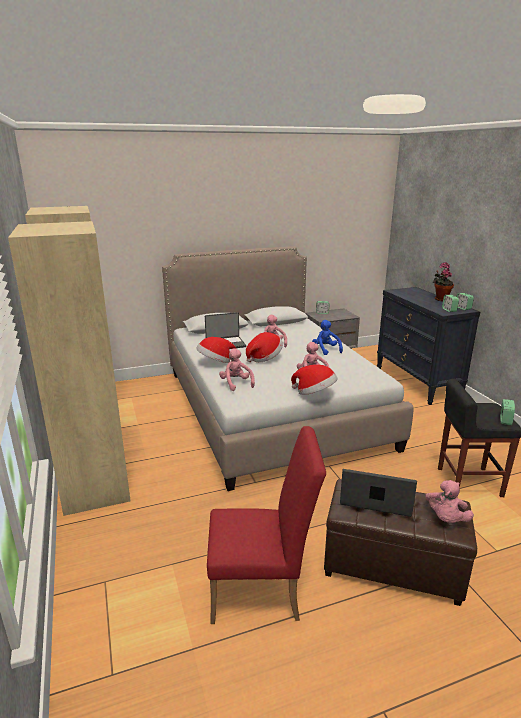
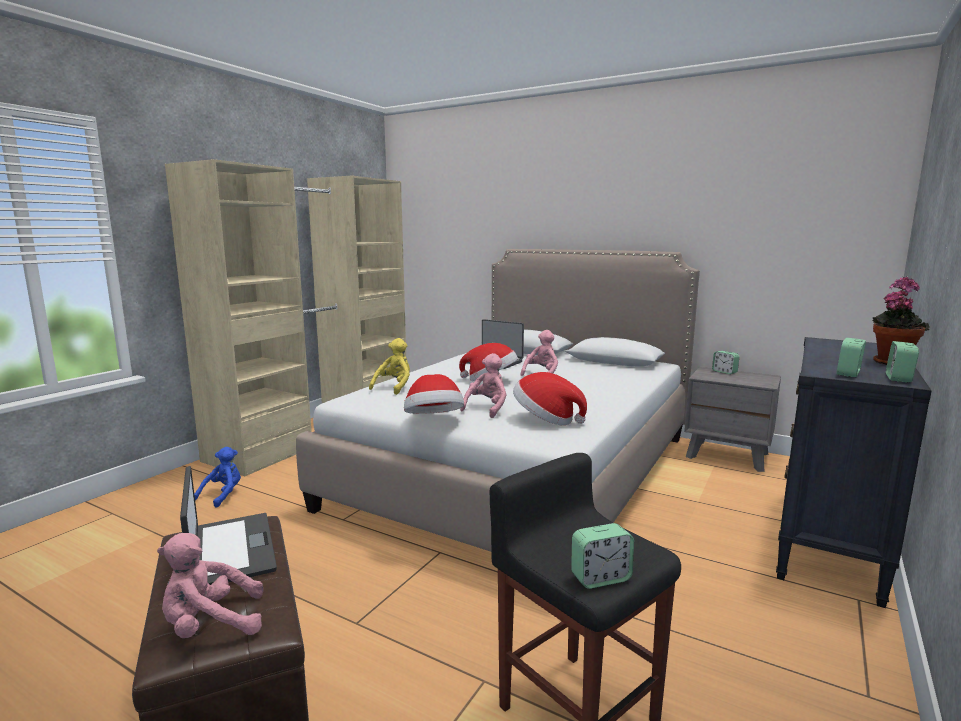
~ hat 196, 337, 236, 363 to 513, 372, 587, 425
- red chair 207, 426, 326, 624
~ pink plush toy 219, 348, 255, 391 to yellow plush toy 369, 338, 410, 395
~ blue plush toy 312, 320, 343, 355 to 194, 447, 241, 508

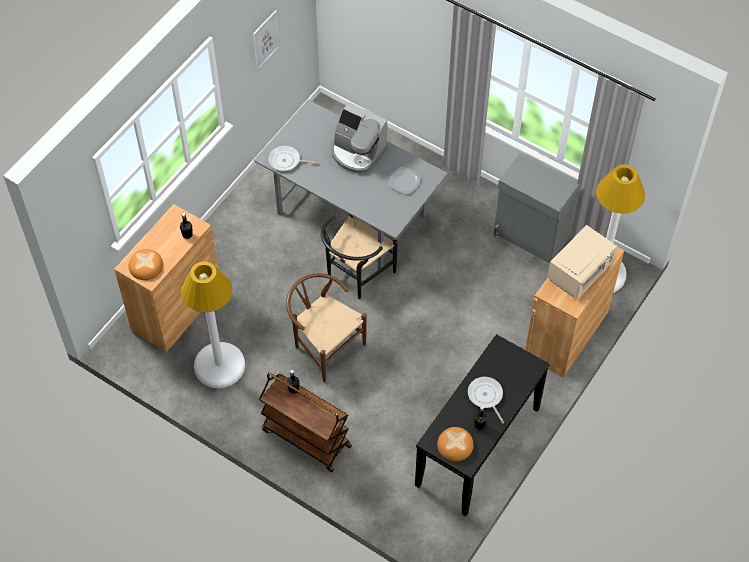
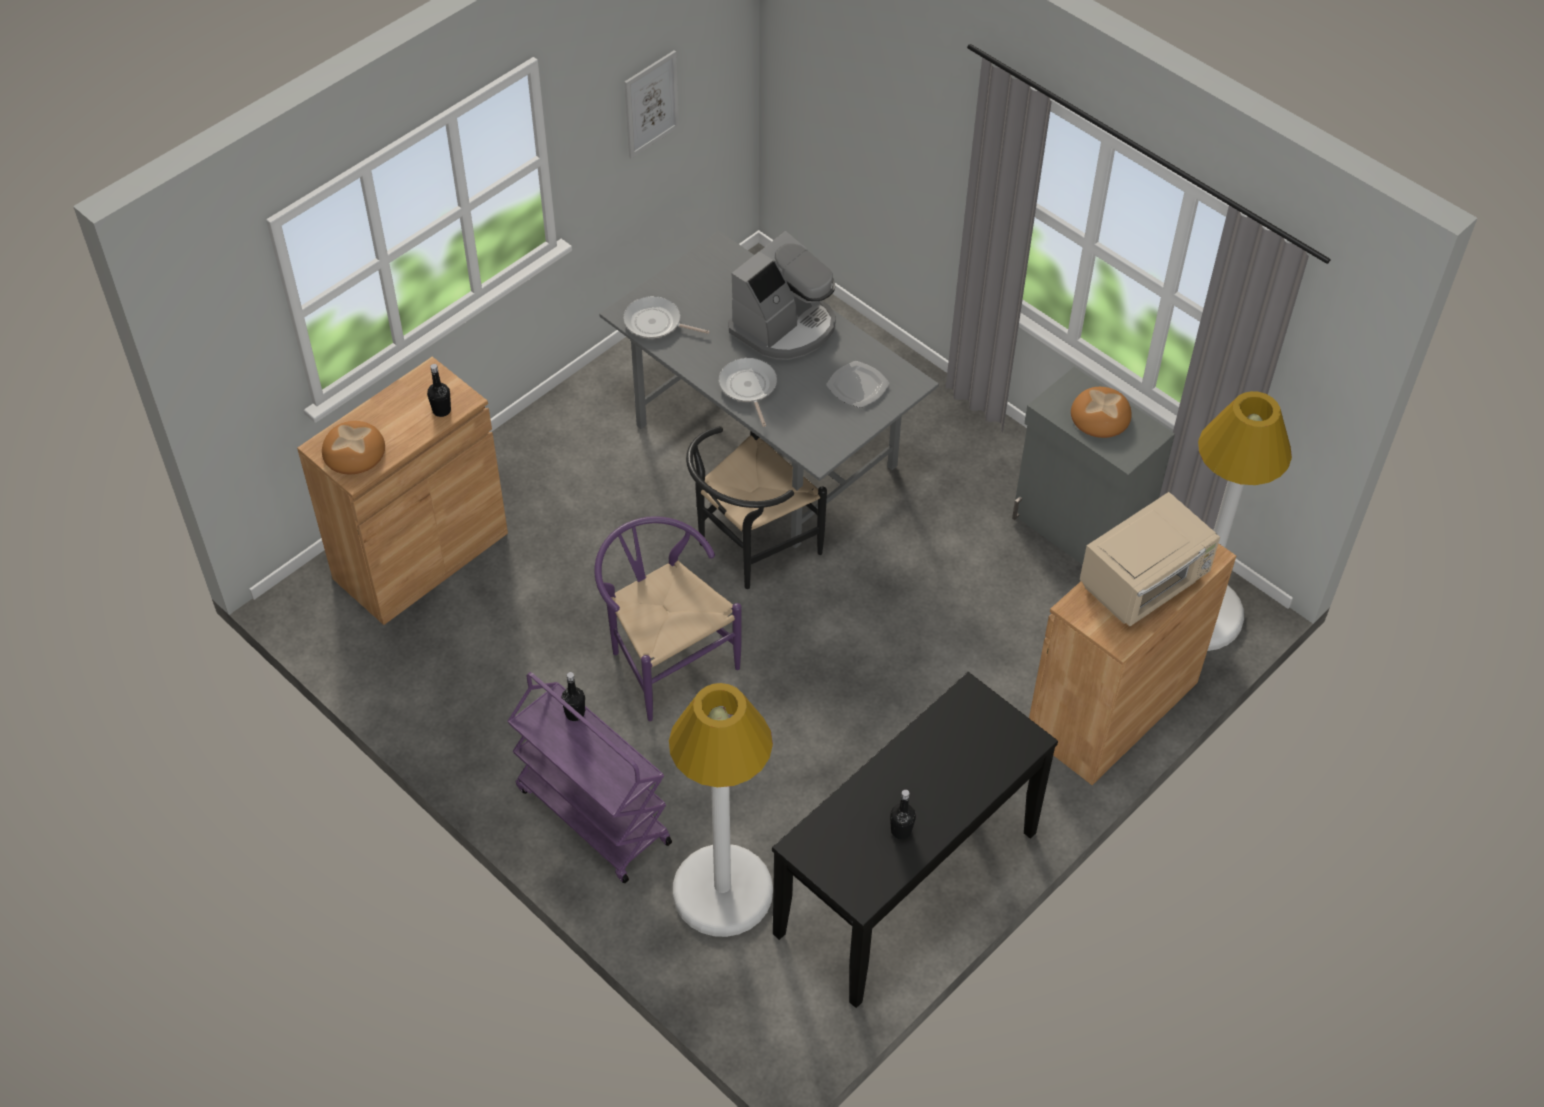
~ white floor lamp 181, 262, 245, 388 to 669, 683, 773, 937
~ brown cart 259, 373, 352, 472 to purple cart 507, 672, 672, 883
~ brown chair 286, 273, 367, 382 to purple chair 595, 516, 742, 721
~ coffee machine 331, 102, 388, 173 = 728, 231, 836, 360 90 degrees counterclockwise
~ bread 437, 427, 474, 462 to 1071, 387, 1132, 438
~ frying pan 468, 377, 504, 423 to 719, 358, 777, 427

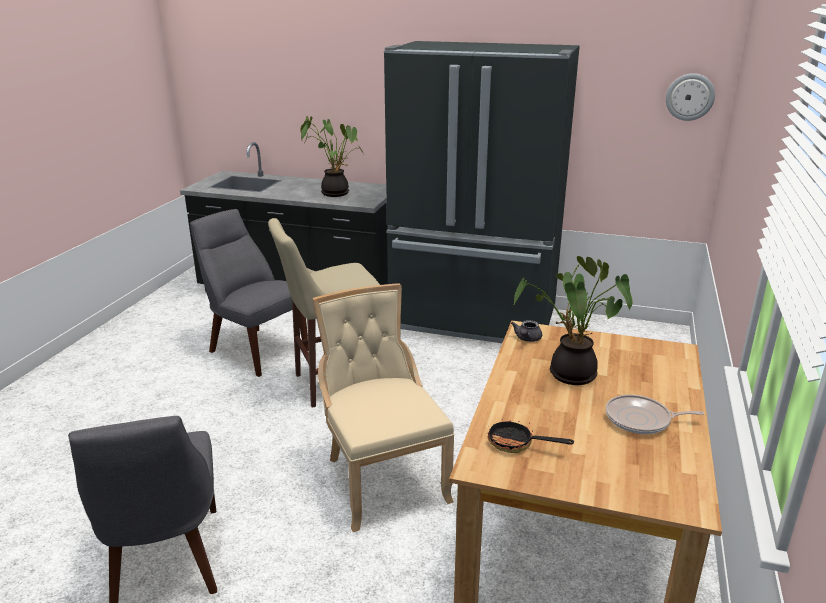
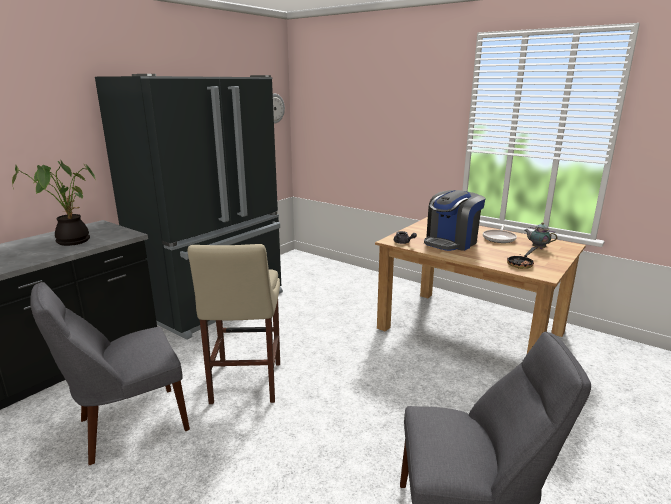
- beige chair 312, 283, 455, 532
~ potted plant 513, 256, 633, 385 to coffee machine 424, 190, 486, 251
+ teapot 525, 222, 557, 249

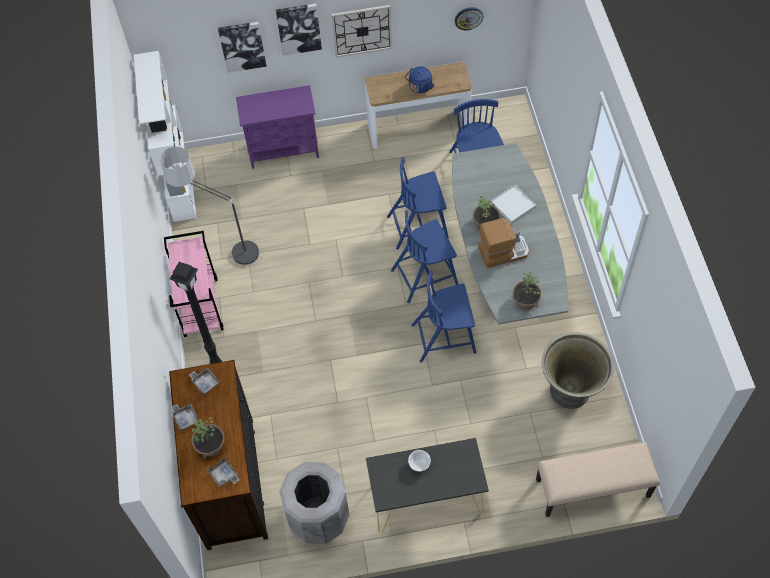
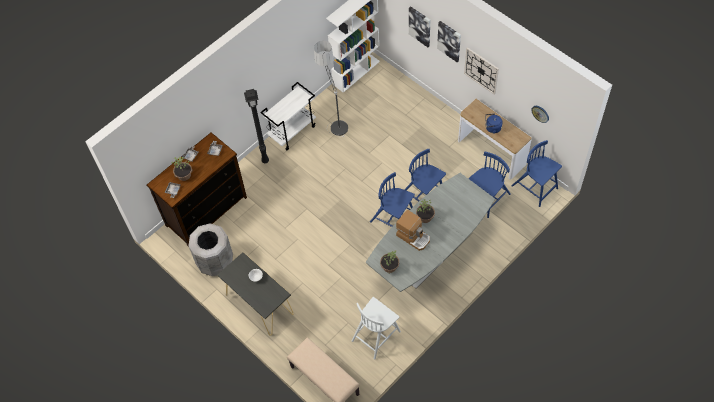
~ pink cart 164, 231, 223, 337 to white cart 260, 82, 316, 150
- purple cabinet 236, 85, 319, 169
~ blue chair 412, 270, 476, 363 to 511, 140, 562, 207
- white tray 491, 185, 536, 224
~ grey planter 542, 332, 614, 409 to white chair 351, 297, 401, 360

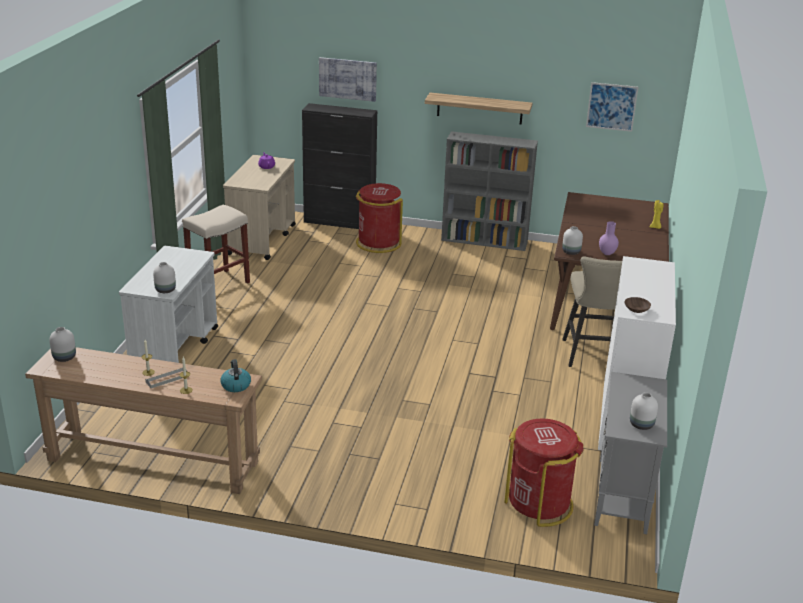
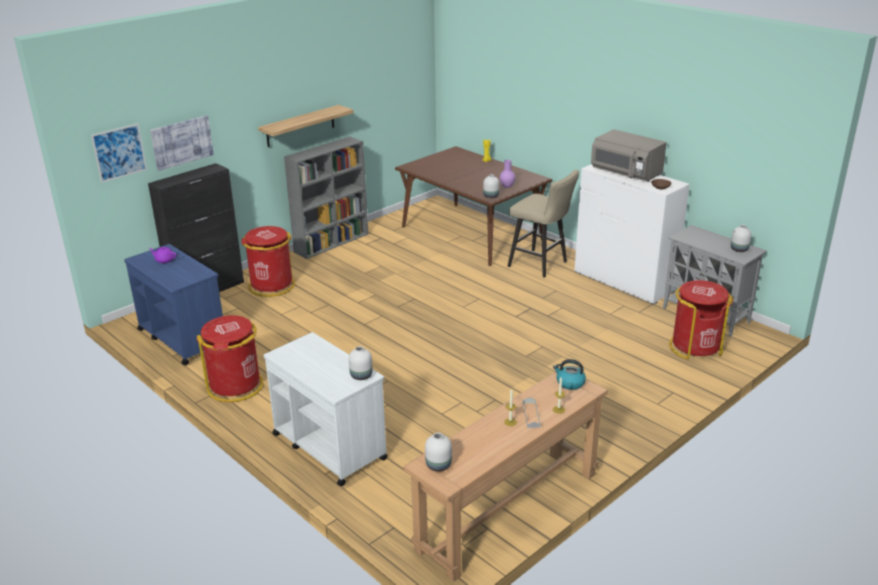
~ beige stool 182, 205, 250, 283 to red trash can 197, 315, 263, 402
~ beige cart 223, 155, 296, 260 to blue cart 124, 244, 223, 365
~ picture 586, 82, 638, 132 to 91, 123, 147, 183
+ grey microwave 591, 129, 667, 182

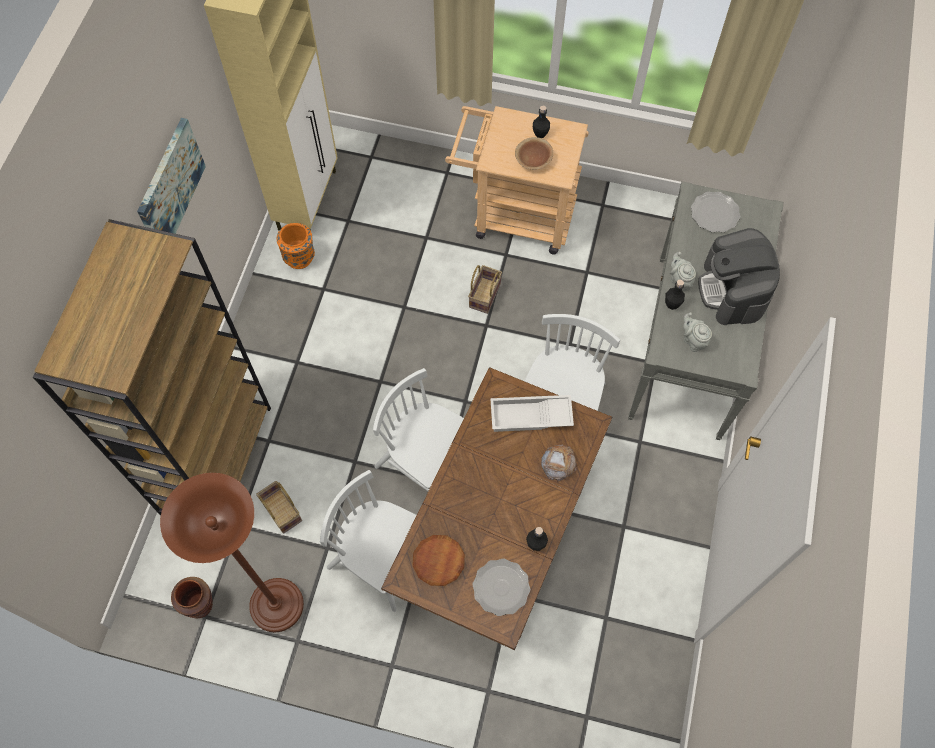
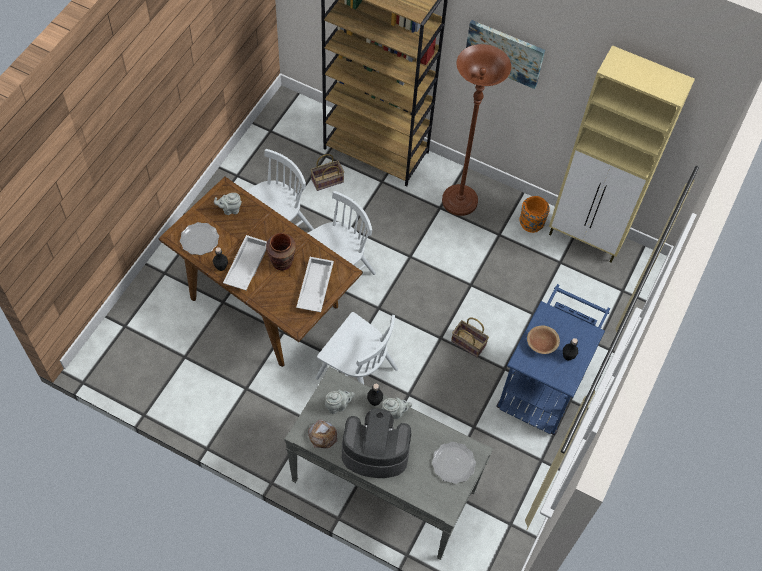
~ brown floor lamp 160, 473, 304, 632 to 442, 44, 511, 216
~ brown vase 171, 577, 213, 618 to 266, 233, 296, 271
~ brown plate 413, 535, 465, 586 to grey teapot 214, 193, 242, 215
~ beige cart 445, 106, 589, 255 to blue cart 497, 284, 610, 435
~ bread 541, 444, 577, 482 to 308, 419, 337, 448
+ white tray 223, 235, 267, 290

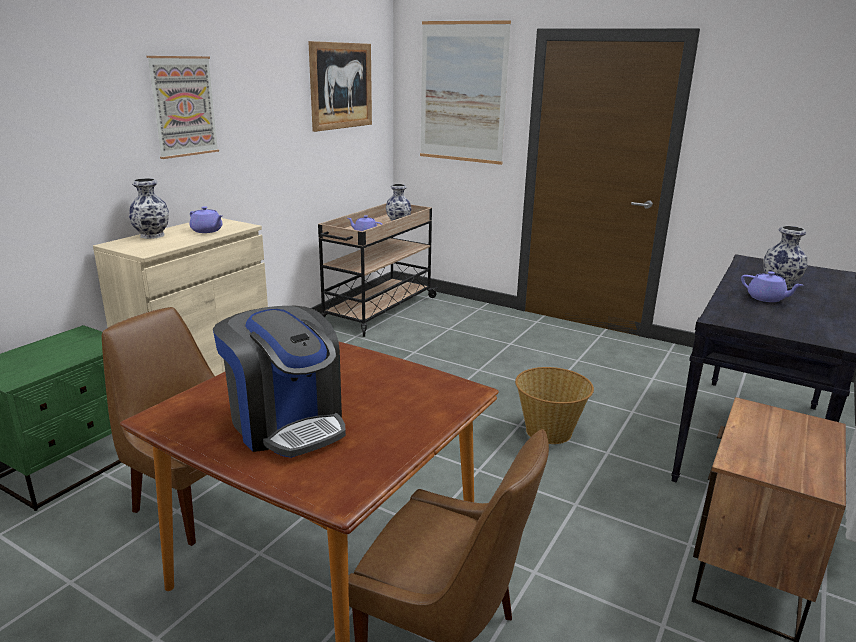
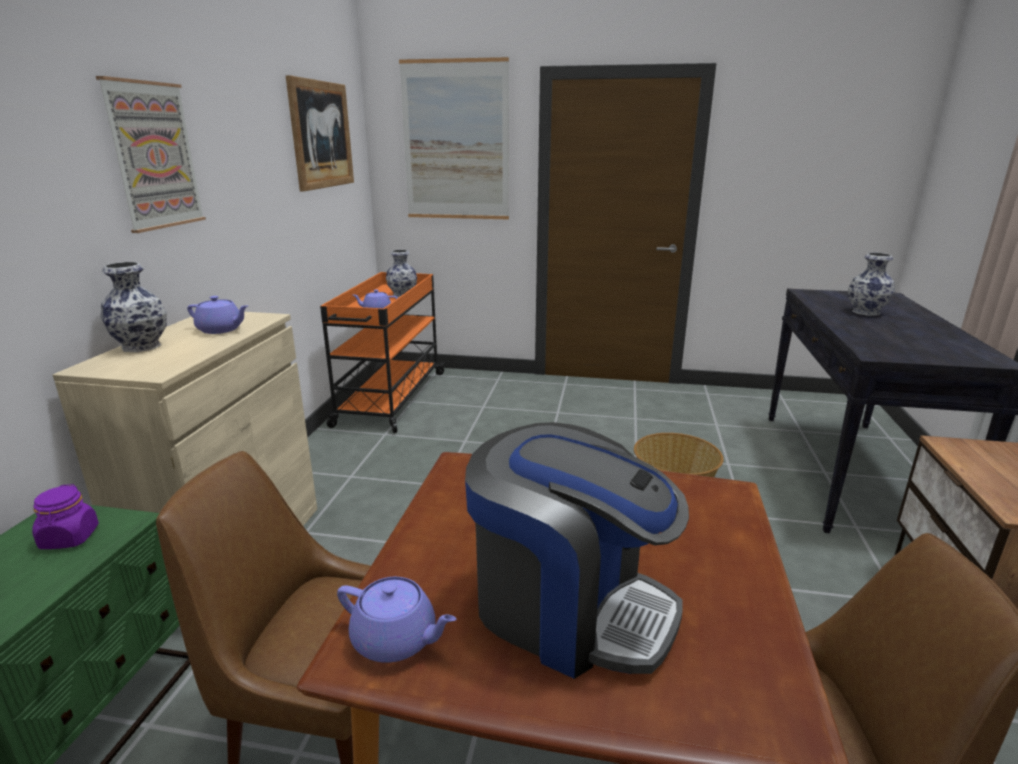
~ beige cart 318, 203, 438, 337 to orange cart 320, 272, 445, 433
~ purple teapot 741, 271, 803, 302 to 337, 577, 456, 663
+ purple jar 32, 484, 99, 549

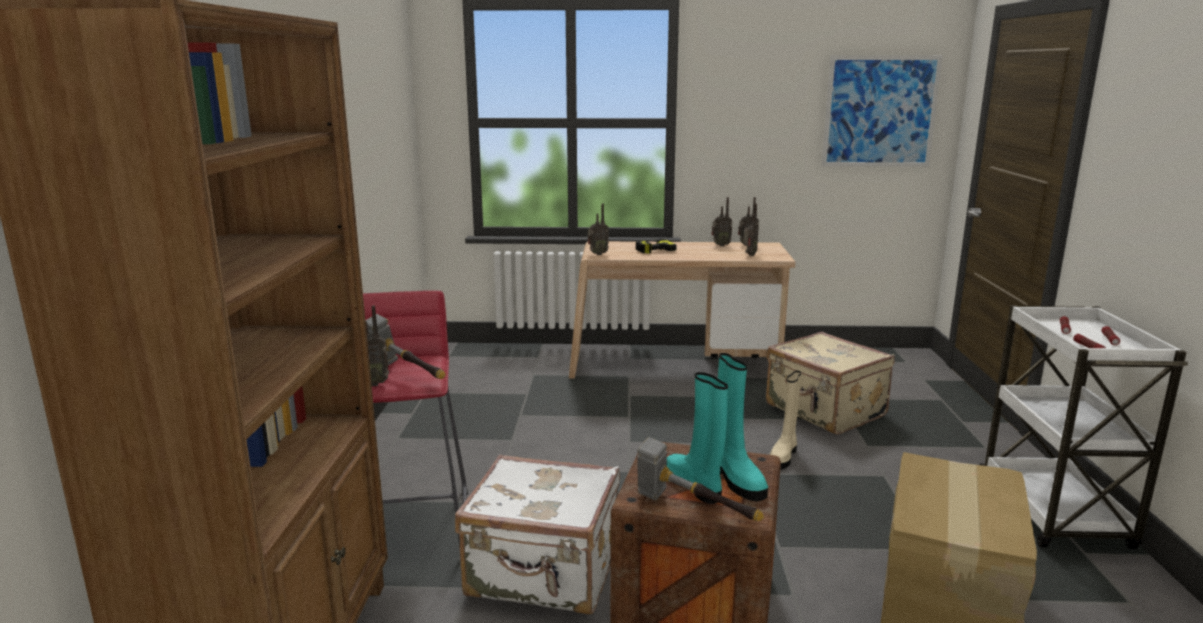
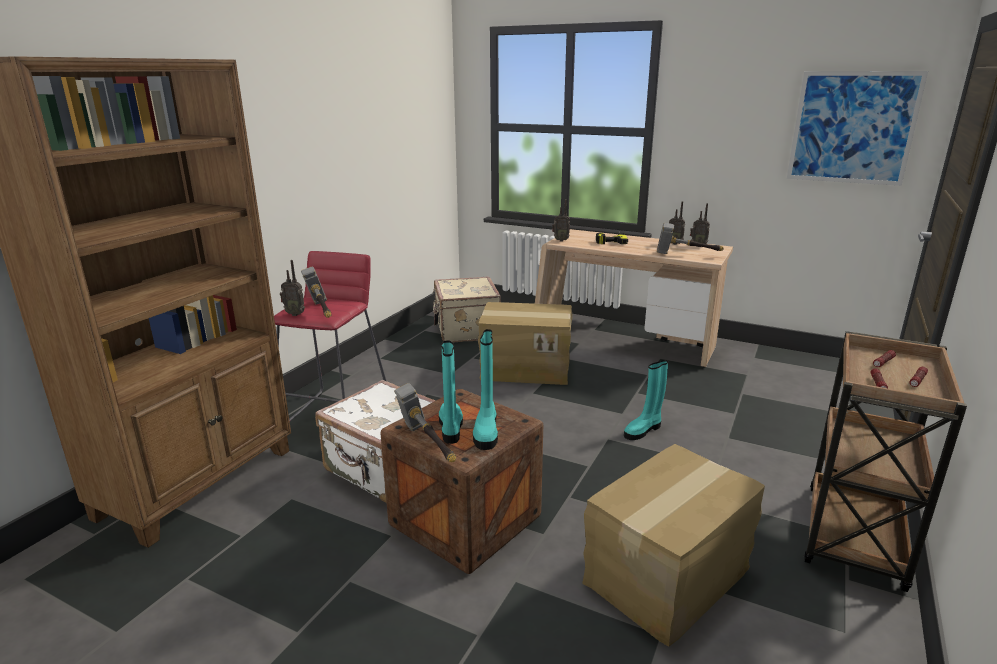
~ radio 743, 204, 759, 256 to hammer 657, 223, 724, 254
~ beige suitcase 766, 332, 895, 435 to 432, 277, 501, 343
~ beige boot 770, 371, 801, 470 to turquoise boot 624, 360, 668, 440
~ white cart 979, 305, 1188, 549 to brown cart 804, 331, 967, 592
+ cardboard box 478, 302, 573, 385

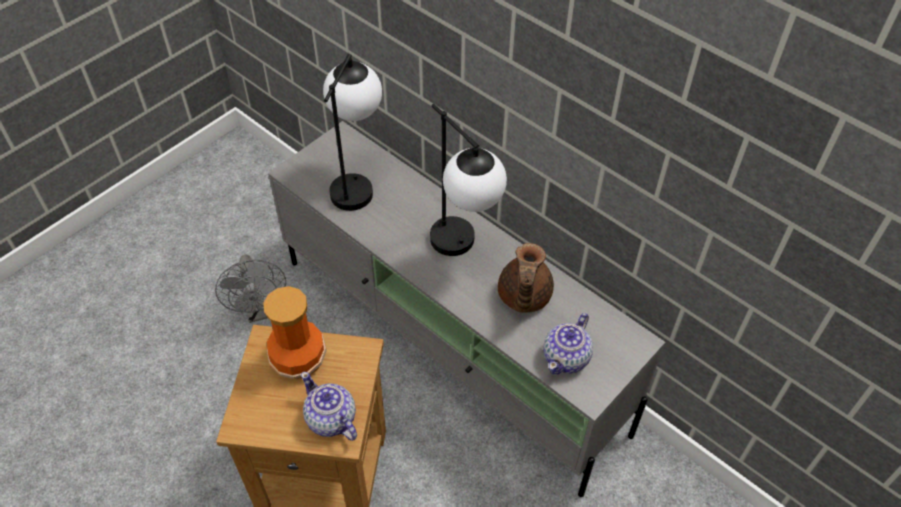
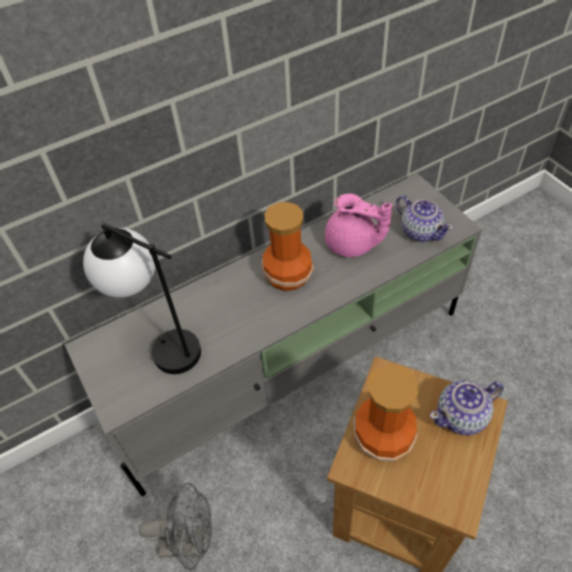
~ table lamp 430, 104, 507, 256 to vase 261, 202, 314, 291
~ brown teapot 498, 243, 554, 313 to pink teapot 325, 194, 392, 257

